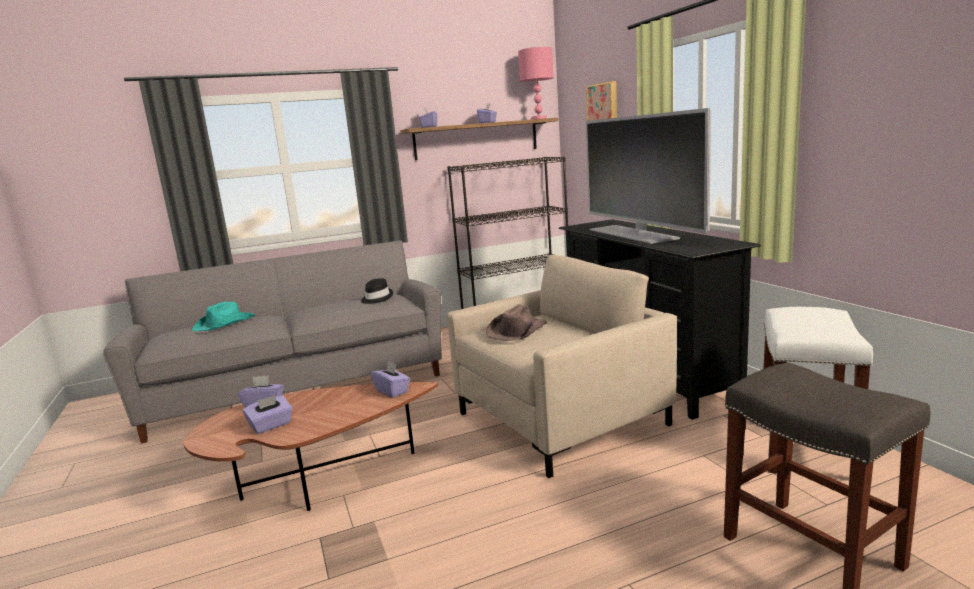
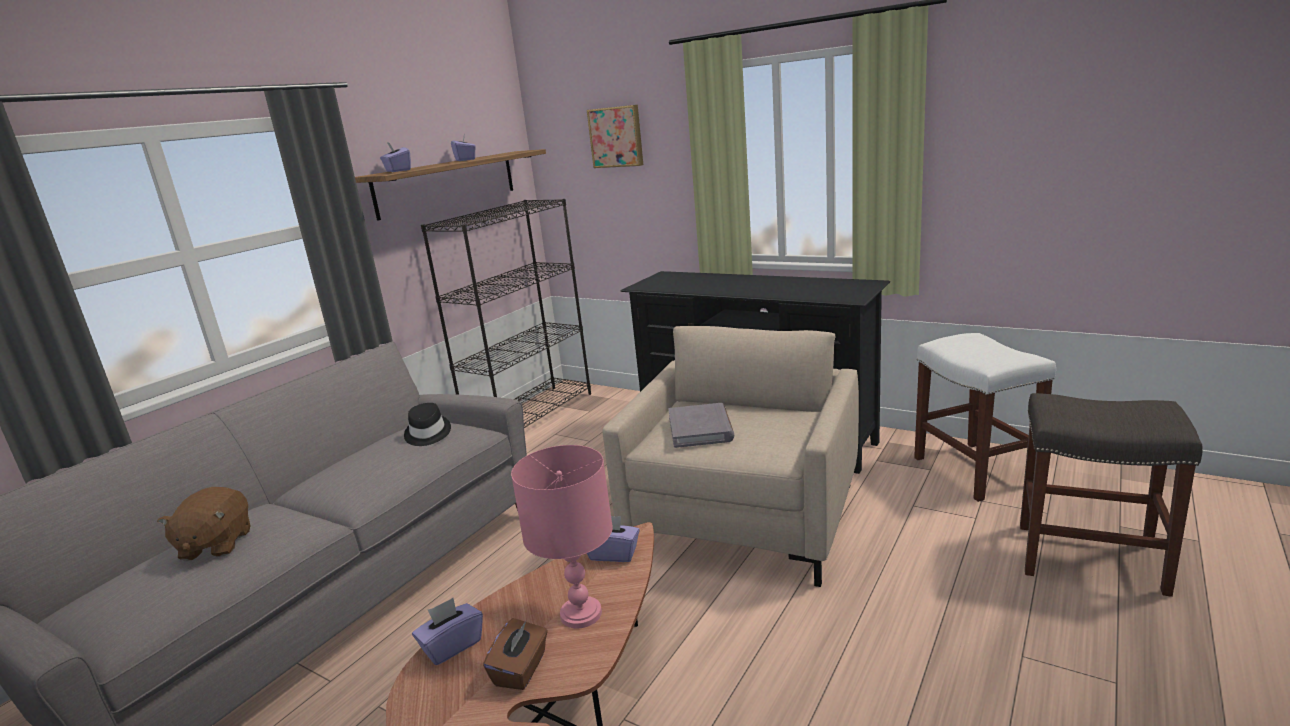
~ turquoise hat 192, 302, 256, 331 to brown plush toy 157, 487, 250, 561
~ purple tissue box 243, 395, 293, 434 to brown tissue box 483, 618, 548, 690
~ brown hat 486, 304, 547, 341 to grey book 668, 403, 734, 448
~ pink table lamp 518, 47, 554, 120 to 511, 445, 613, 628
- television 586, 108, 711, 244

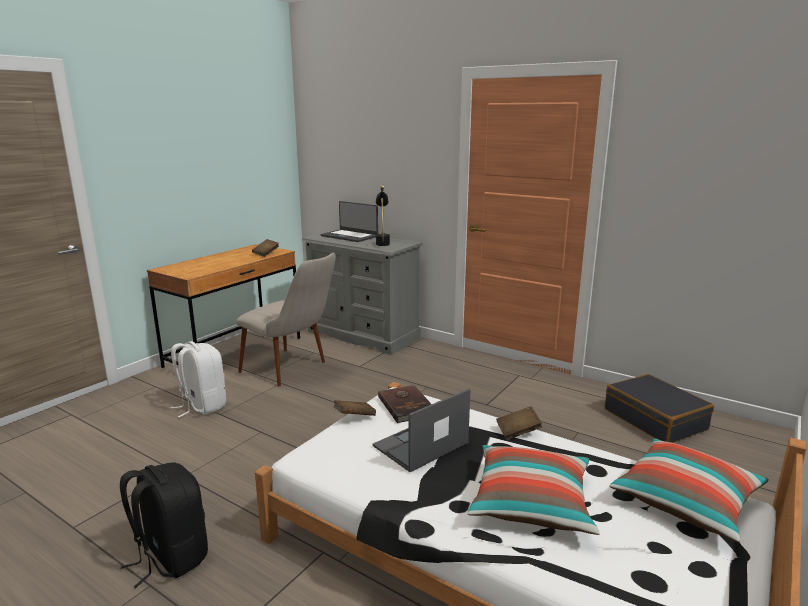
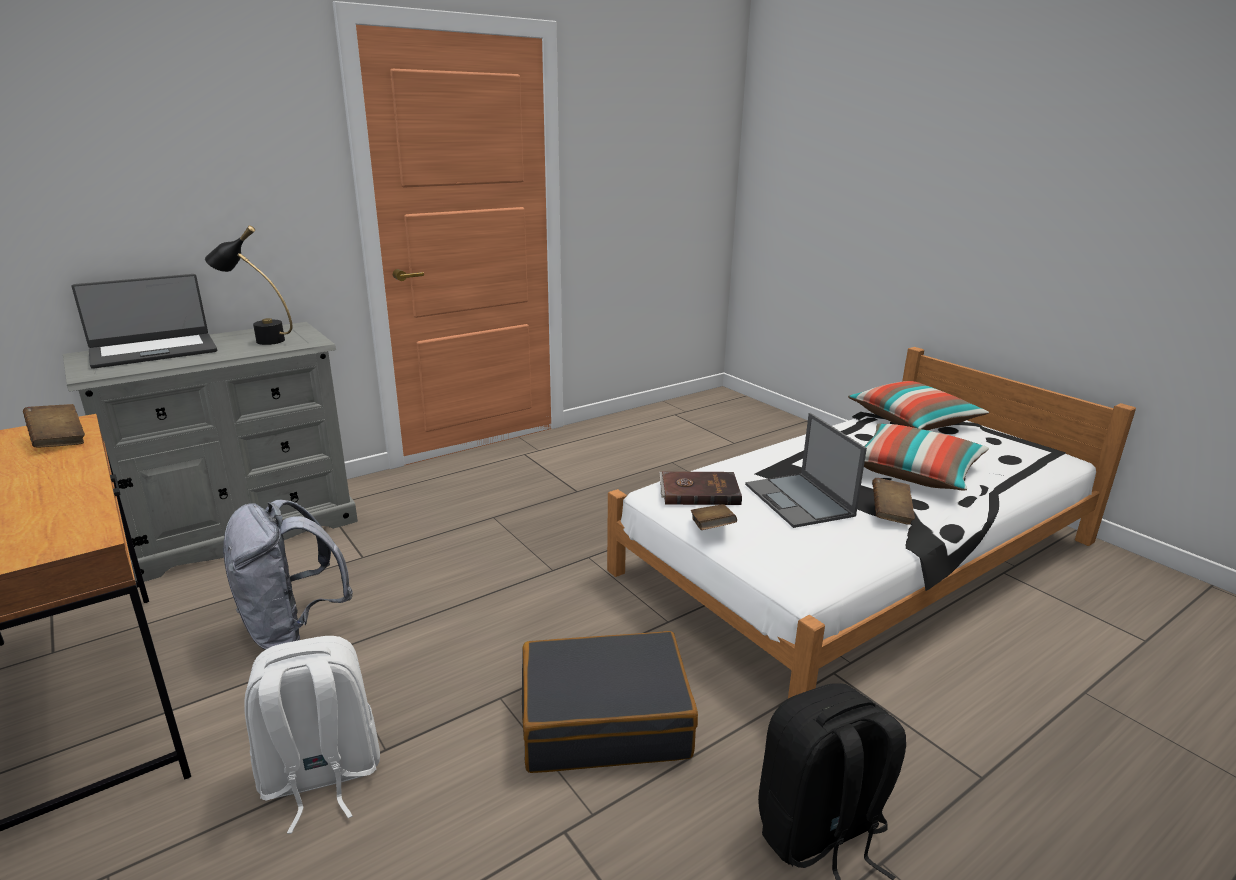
~ beige chair 236, 253, 336, 386 to grey backpack 223, 499, 353, 650
~ brown book 496, 406, 542, 440 to 872, 478, 915, 525
~ black suitcase 605, 374, 714, 443 to 522, 631, 698, 773

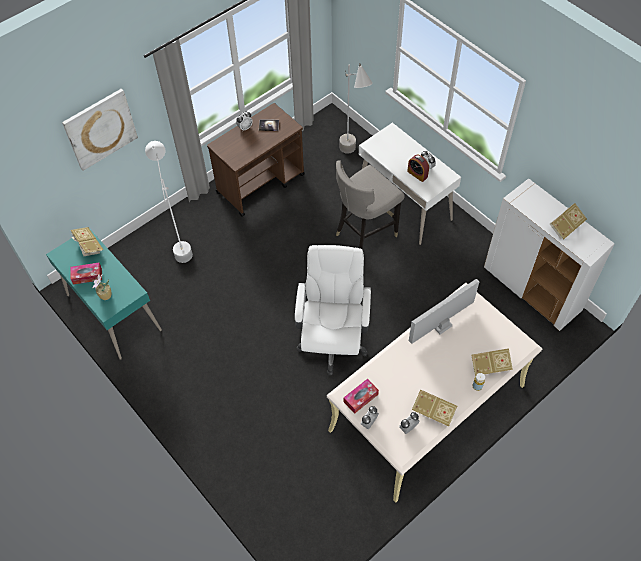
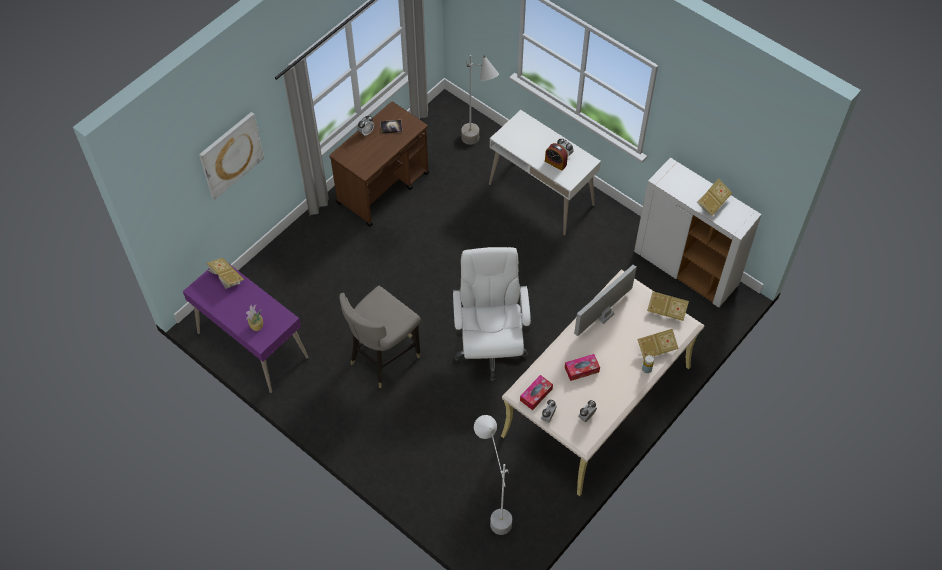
~ turquoise desk 46, 227, 162, 360 to purple desk 183, 262, 308, 393
~ tissue box 70, 263, 102, 285 to 565, 354, 600, 381
~ white floor lamp 145, 141, 193, 263 to 474, 415, 512, 535
~ grey stool 336, 160, 404, 250 to 339, 286, 421, 388
~ book 412, 389, 457, 426 to 647, 291, 689, 321

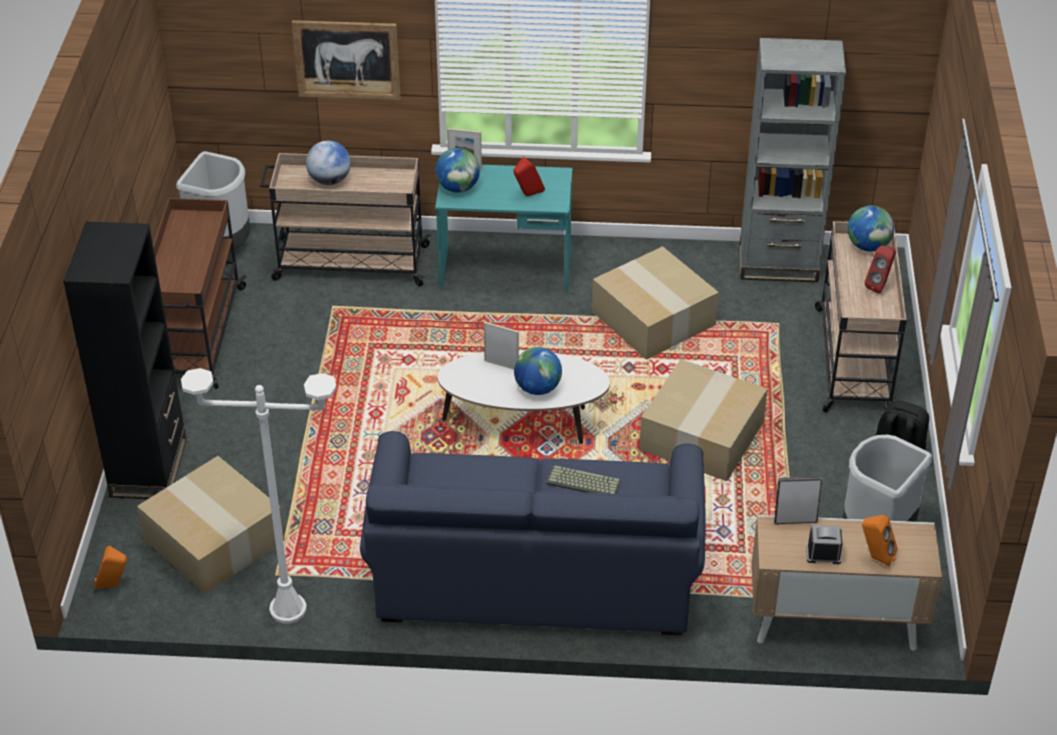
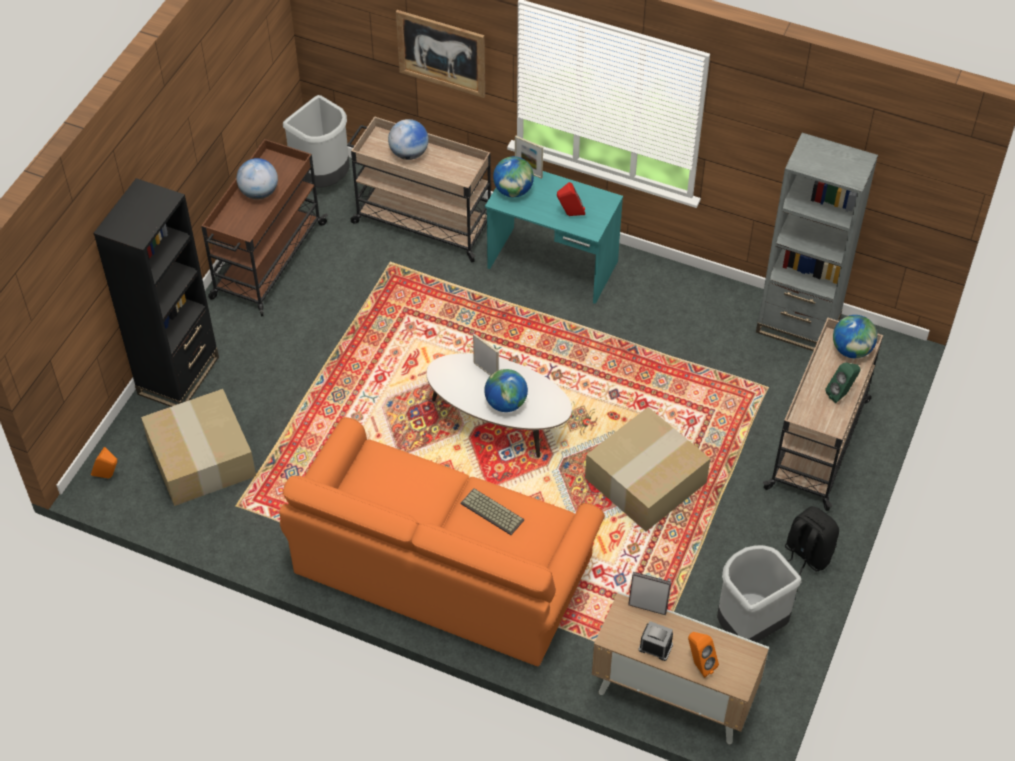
- white floor lamp 181, 368, 337, 623
~ blue sofa 360, 431, 706, 636 to orange sofa 279, 417, 605, 666
- cardboard box 592, 246, 719, 360
~ red speaker 865, 246, 896, 294 to green speaker 825, 363, 861, 403
+ globe 236, 158, 278, 200

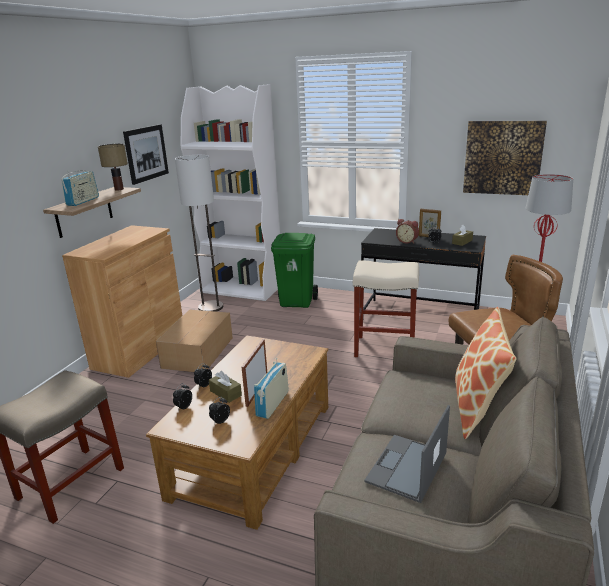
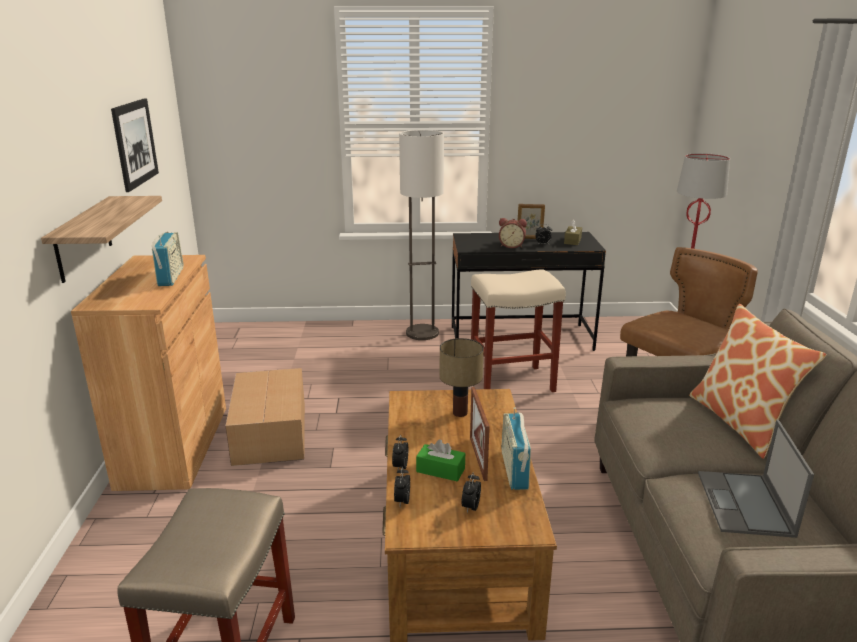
~ radio 61, 170, 99, 206 to 152, 232, 183, 286
~ table lamp 98, 144, 128, 191 to 439, 338, 484, 417
~ floor lamp 175, 155, 223, 312 to 399, 130, 444, 340
- white bookcase 181, 84, 280, 301
~ brown tissue box 209, 371, 242, 403 to green tissue box 416, 439, 465, 482
- green trash can 271, 233, 318, 308
- picture 463, 121, 547, 195

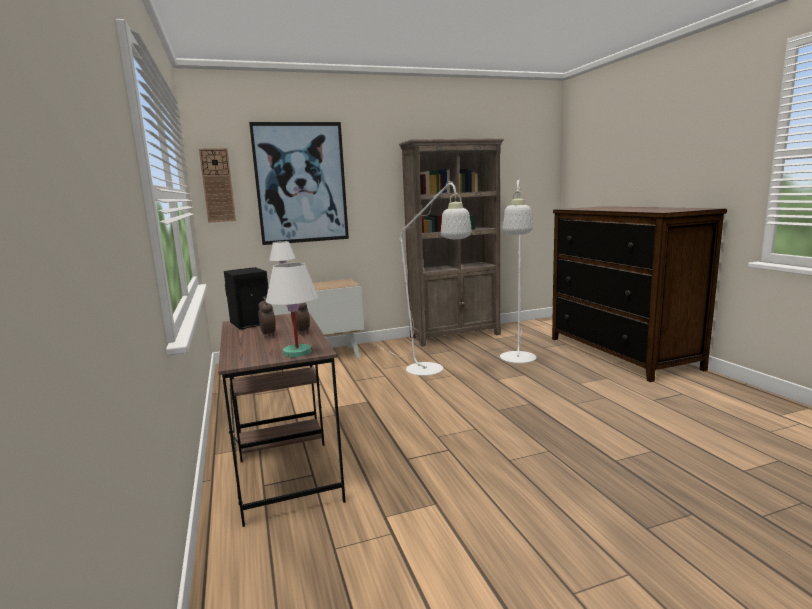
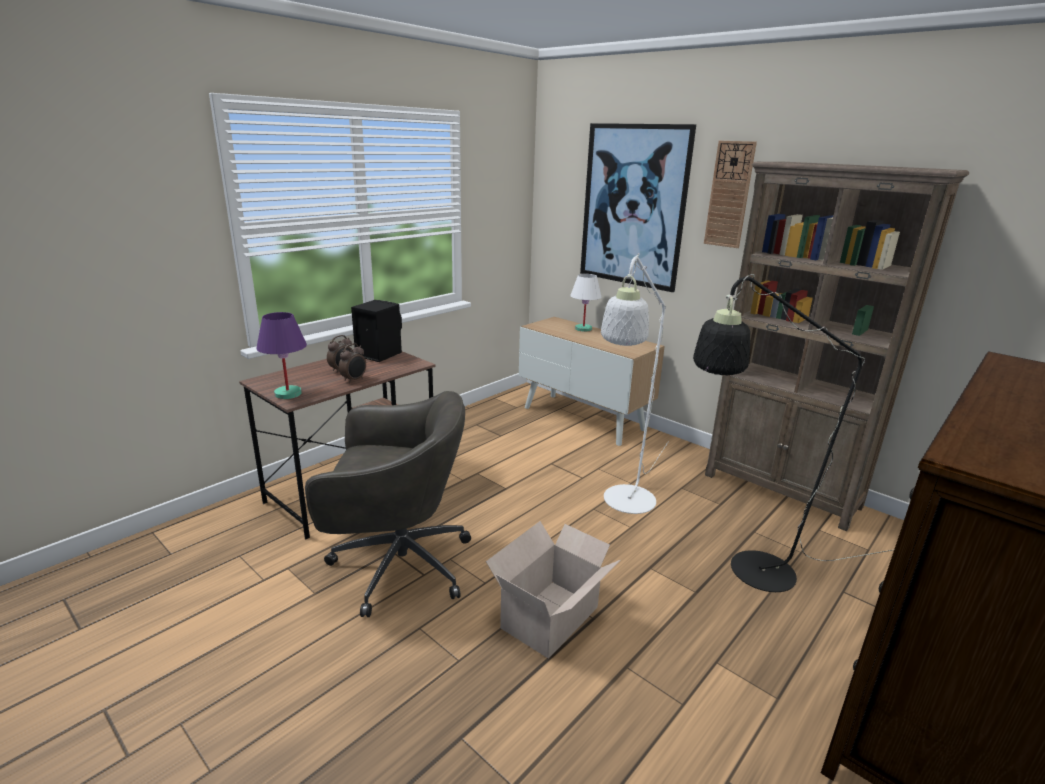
~ wall clock 199, 148, 236, 223 to 704, 141, 757, 248
~ white table lamp 266, 263, 318, 357 to purple table lamp 256, 312, 307, 399
~ white floor lamp 500, 178, 537, 363 to black floor lamp 693, 274, 893, 592
+ grey office chair 305, 391, 471, 617
+ cardboard box 486, 521, 620, 659

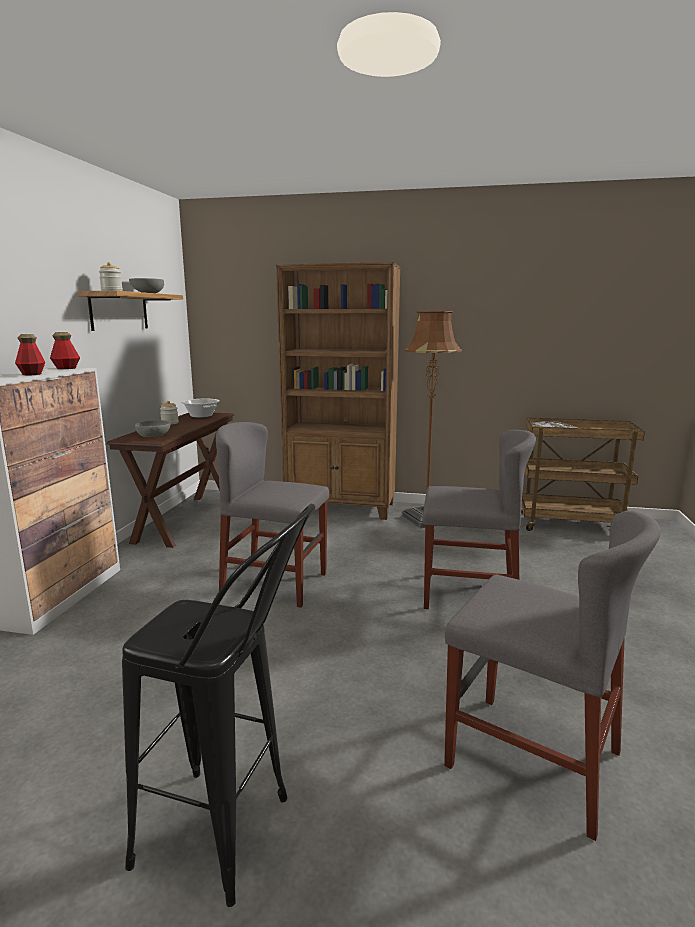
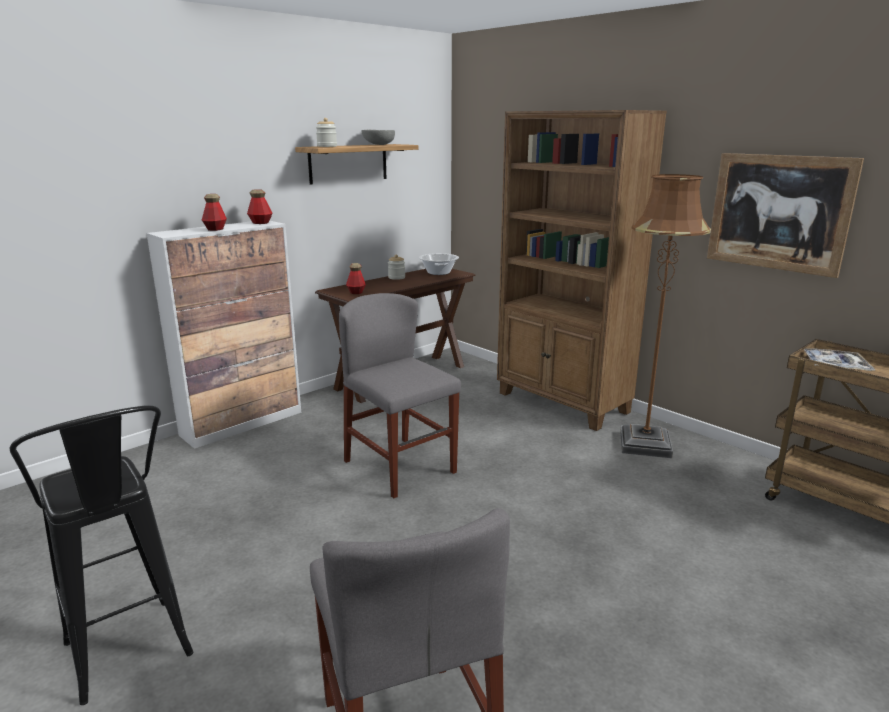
~ grey bowl 135, 420, 171, 438 to bottle 346, 263, 366, 294
- grey chair 422, 430, 536, 609
+ picture 707, 153, 864, 278

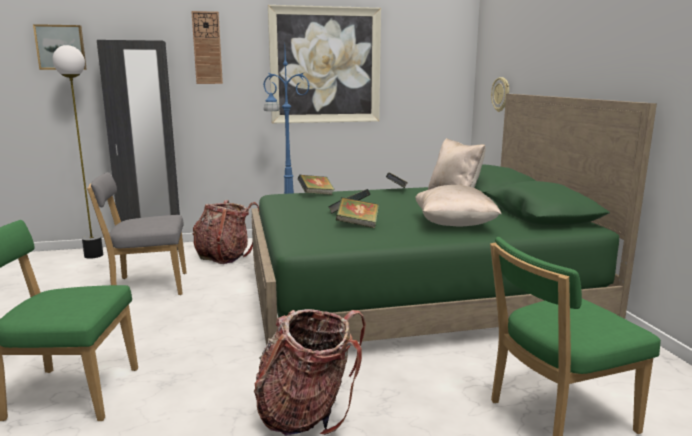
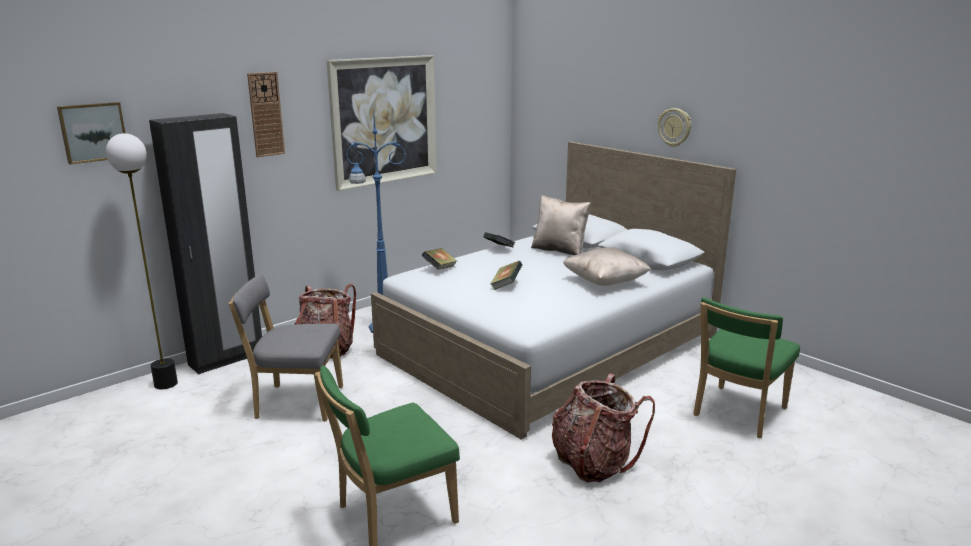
~ grey chair 87, 172, 187, 295 = 229, 274, 343, 421 45 degrees clockwise
~ green bed 251, 94, 657, 345 to white bed 371, 142, 736, 439
- book 336, 197, 379, 228
~ wall clock 491, 77, 509, 112 to 658, 108, 691, 147

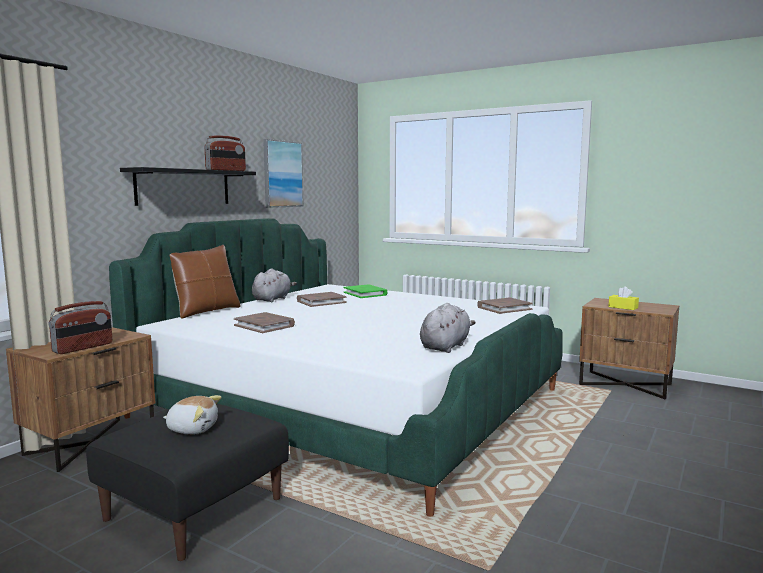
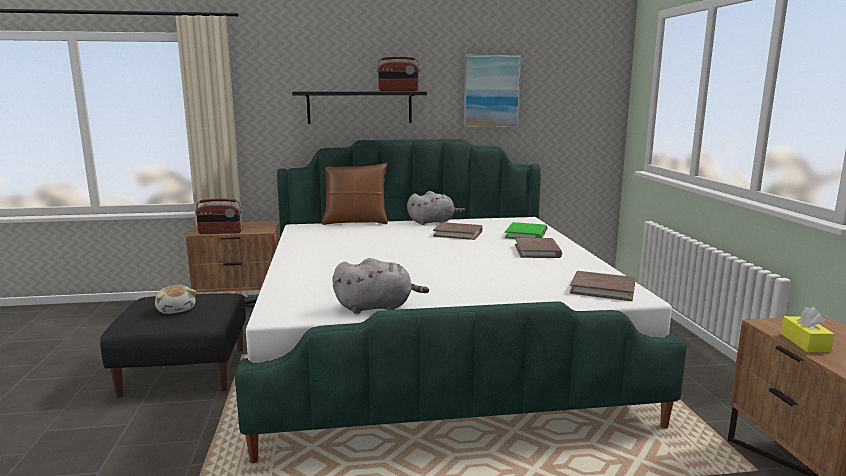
~ brown book 234, 312, 295, 333 to 515, 238, 562, 258

